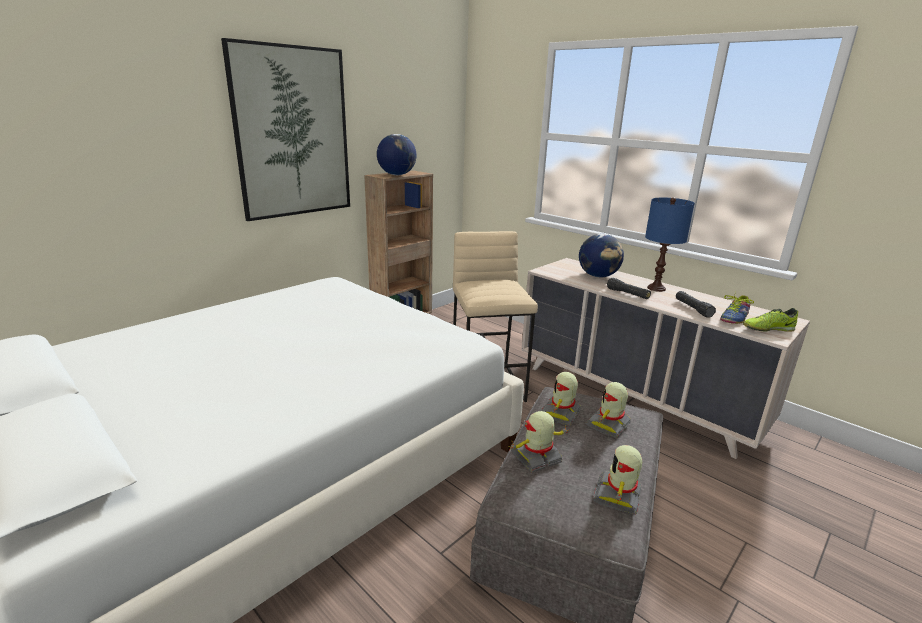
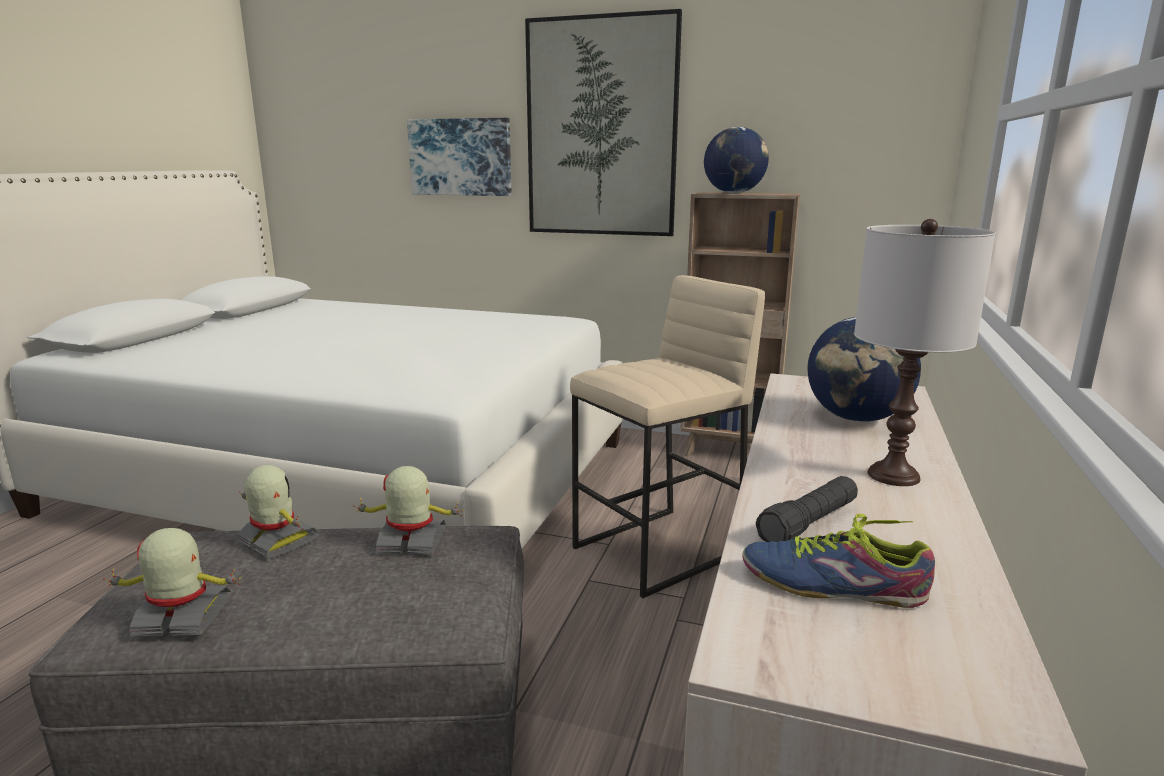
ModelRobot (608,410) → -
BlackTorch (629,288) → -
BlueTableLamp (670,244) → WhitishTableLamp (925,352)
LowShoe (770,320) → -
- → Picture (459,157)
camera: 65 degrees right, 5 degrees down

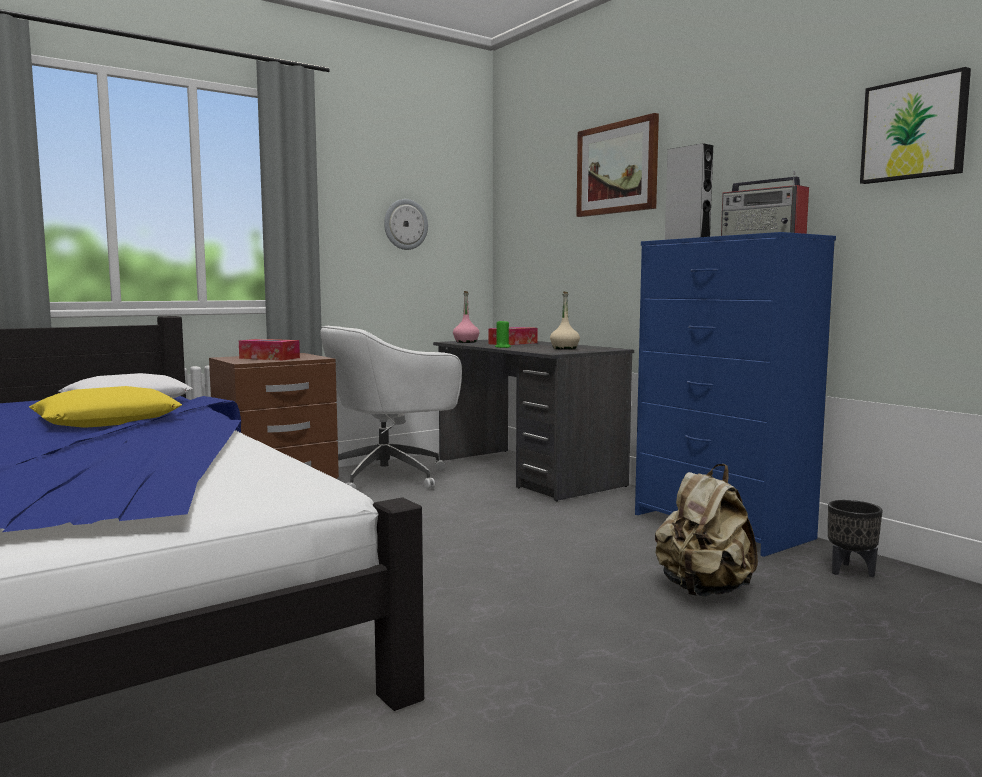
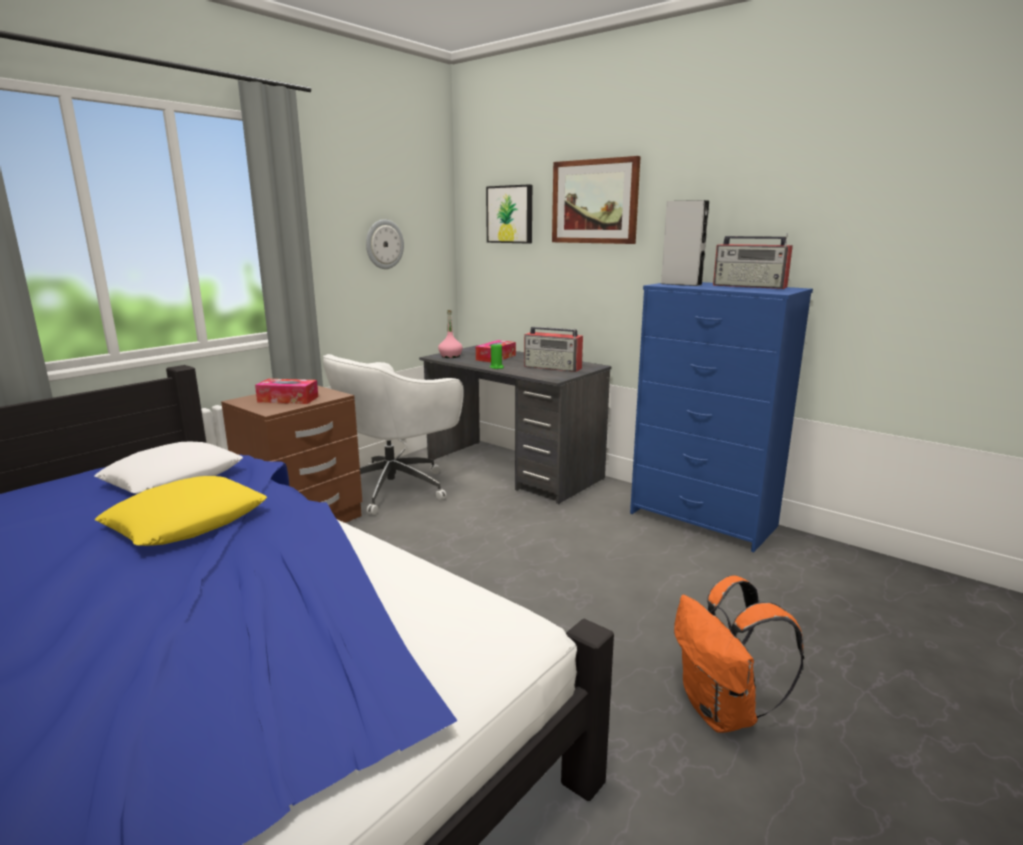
SandColouredDrinkBottle (565,320) → RadioReceiver (553,349)
SandColouredKnapsack (706,530) → -
BlackPlantPot (855,538) → -
Picture (915,125) → Picture (509,214), moved
- → OrangeKnapsack (739,654)
camera: 15 degrees left, 10 degrees up

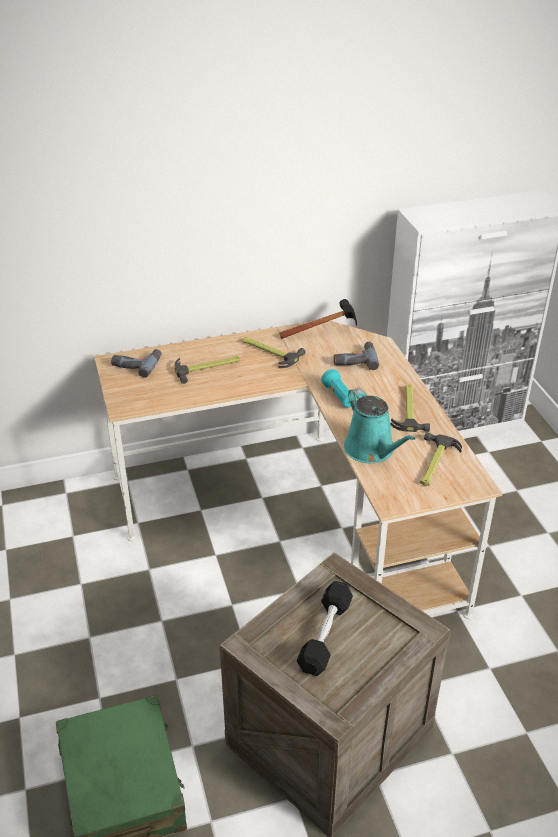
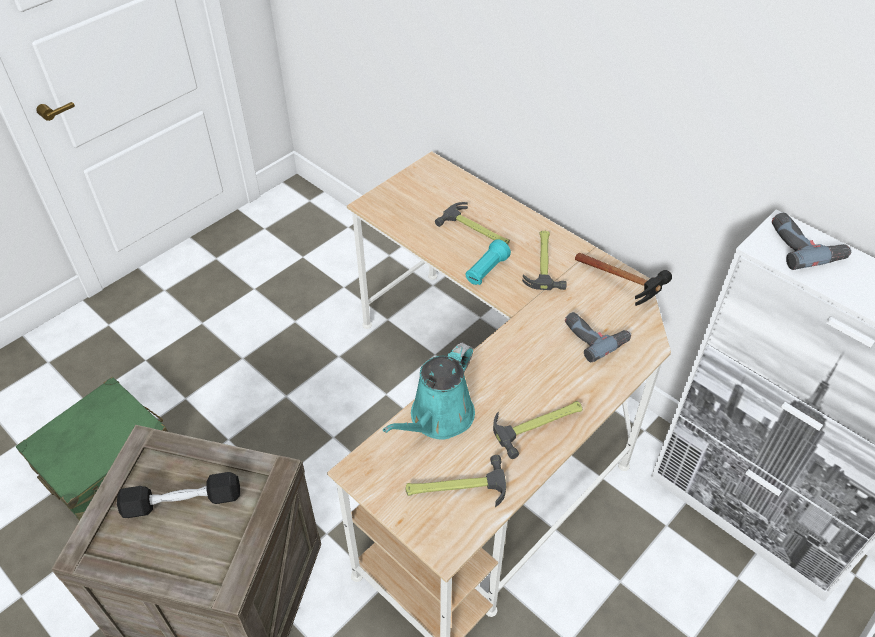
ElectricDrill (136,363) → ElectricDrill (812,241), moved
TurquoiseColouredTorch (339,388) → TurquoiseColouredTorch (488,262), moved
camera: 60 degrees right, 10 degrees up

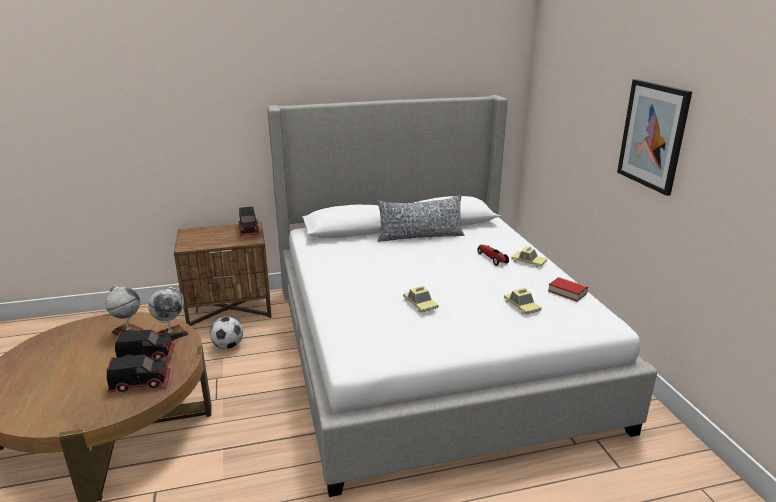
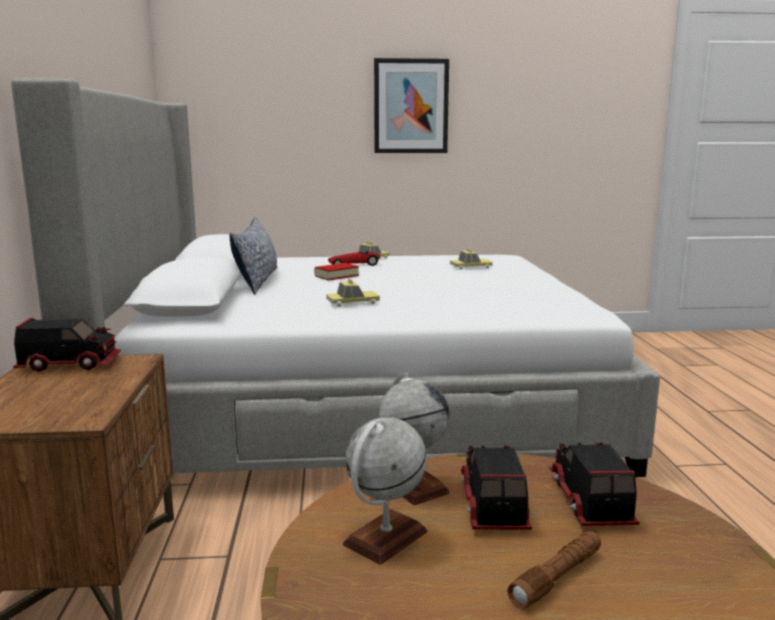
Football (226,333) → -
ModelCar (420,299) → ModelCar (353,292), moved
Book (568,289) → Book (336,272), moved
- → BrownishTorch (554,570)
camera: 80 degrees left, 10 degrees down

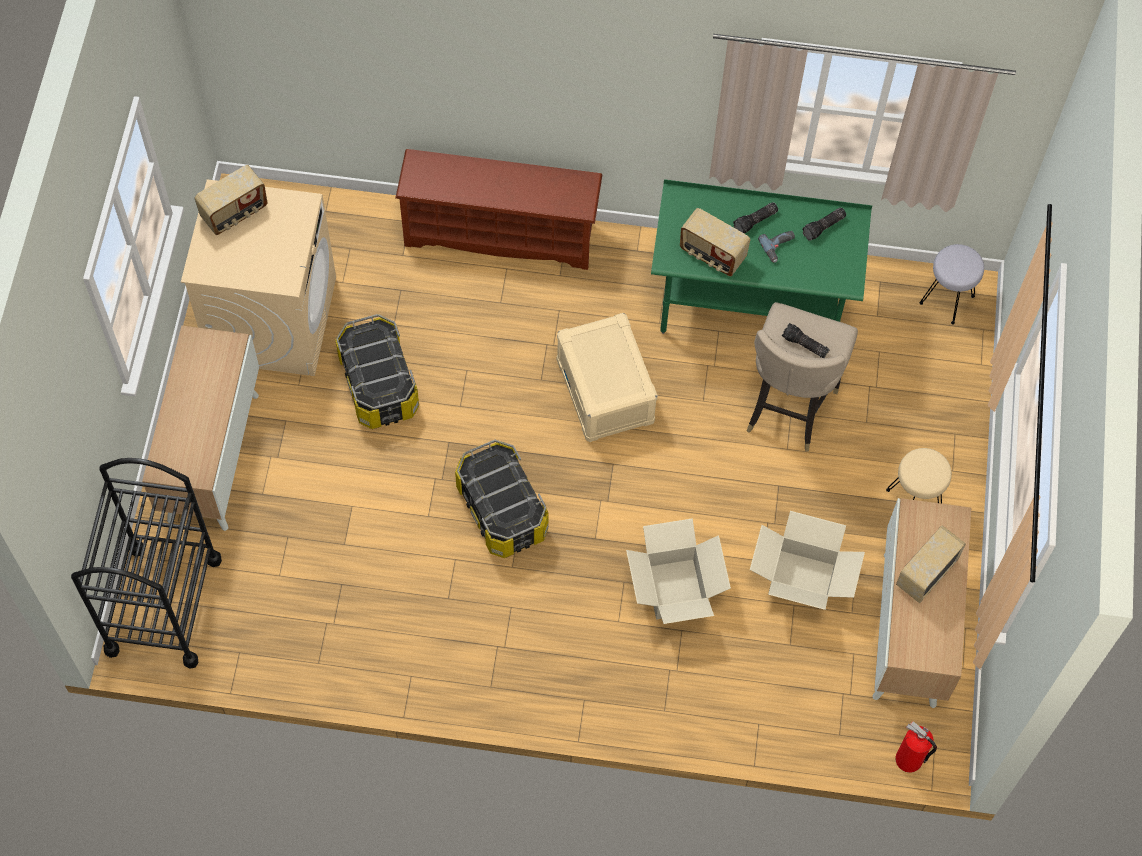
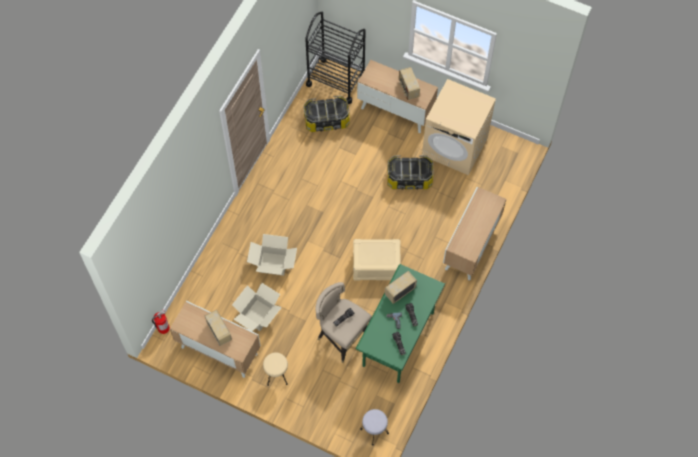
RadioReceiver (230,200) → RadioReceiver (409,83), moved
BrownishShoeRack (498,209) → Cabinet (474,234)
StorageBox (502,499) → StorageBox (327,114), moved
camera: 110 degrees right, 0 degrees up

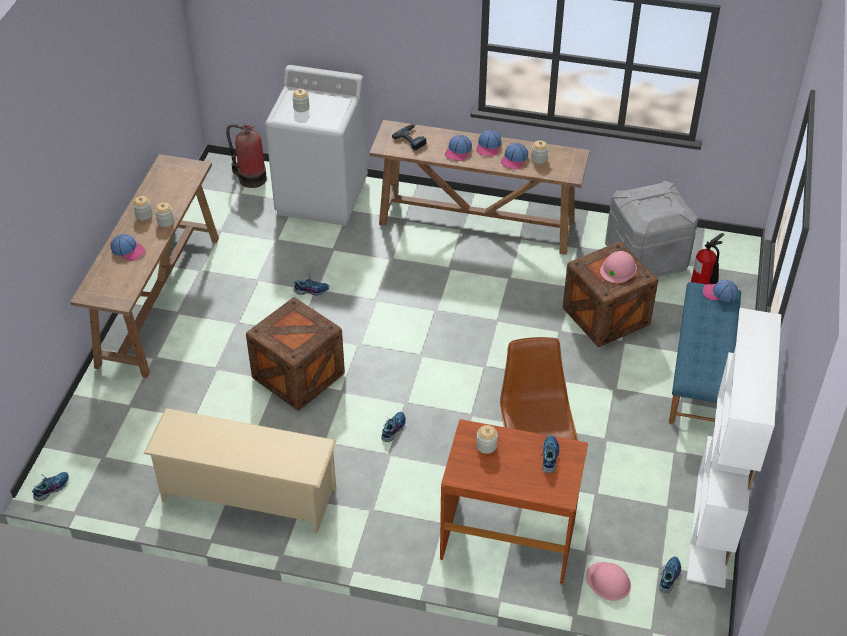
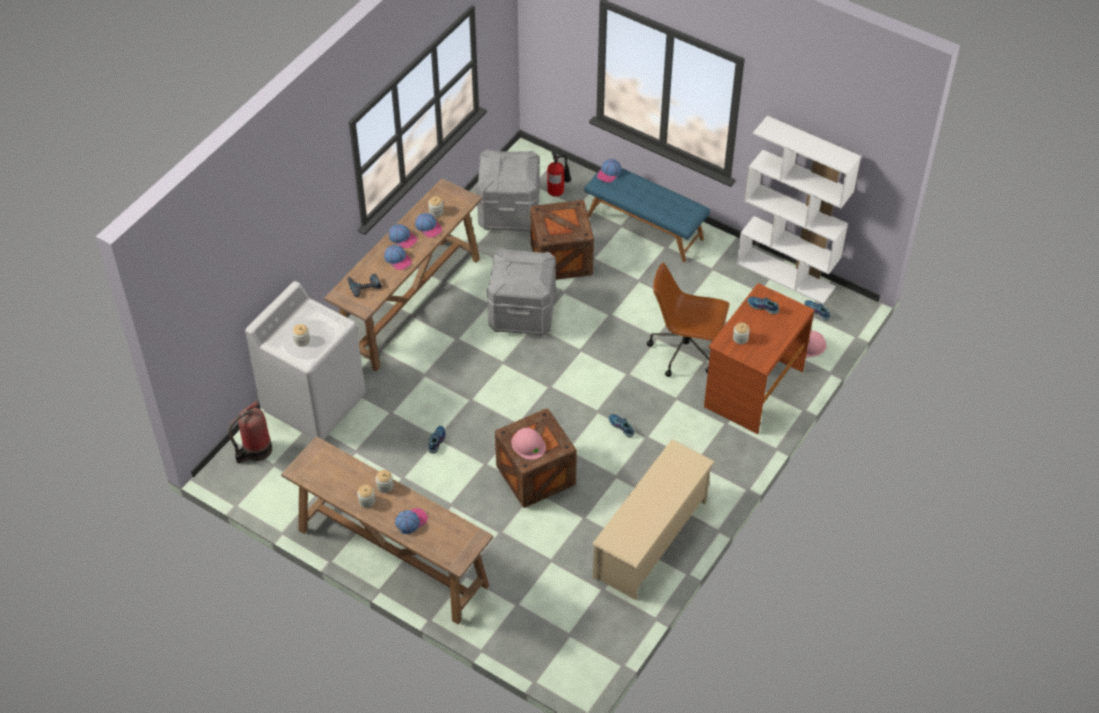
LowShoe (50,486) → -
PinkishSafetyHelmet (618,267) → PinkishSafetyHelmet (528,444), moved
- → GreyishStorageBox (521,292)
camera: 70 degrees left, 5 degrees up

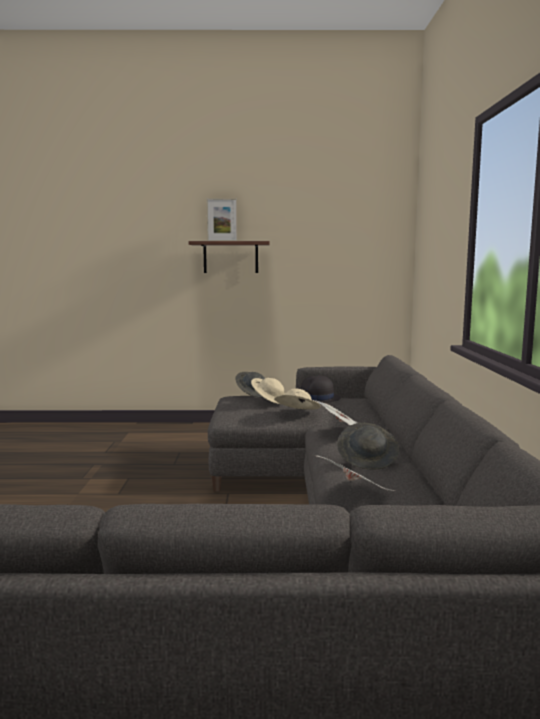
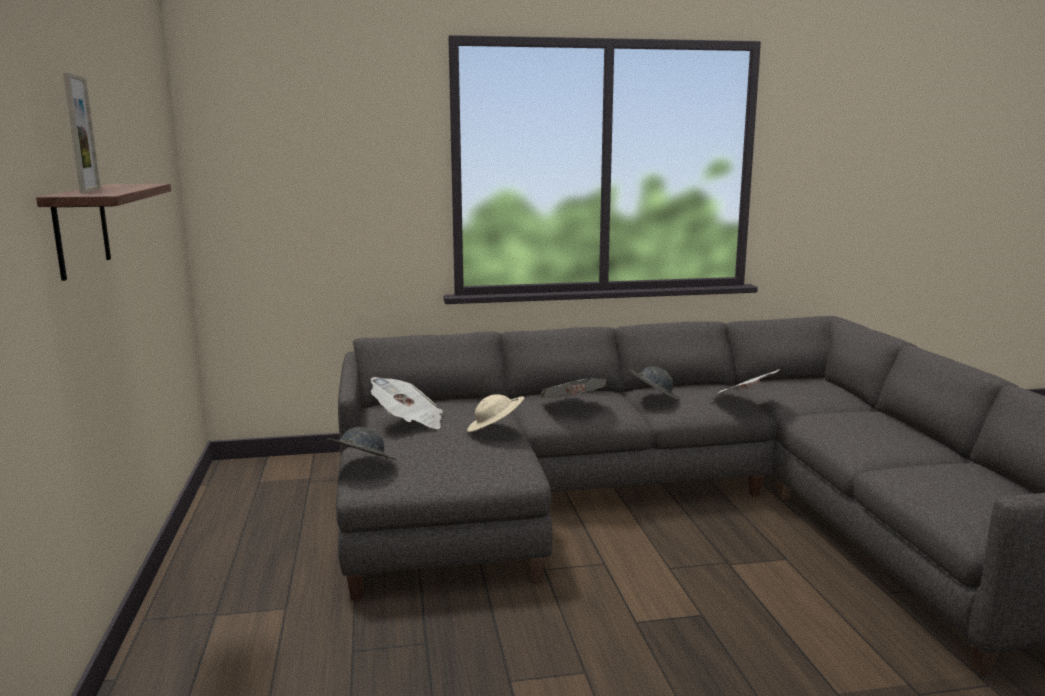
SandColouredClothingHat (268,391) → -
BlackClothingHat (321,389) → PrintedPaper (407,403)
camera: 100 degrees left, 5 degrees up

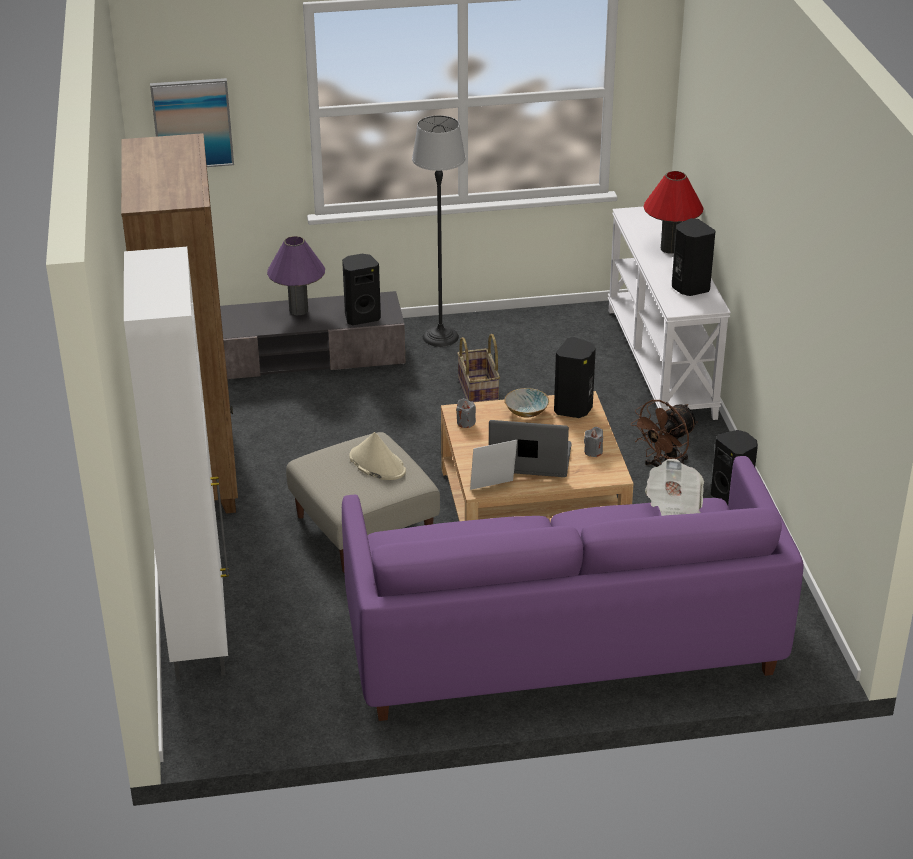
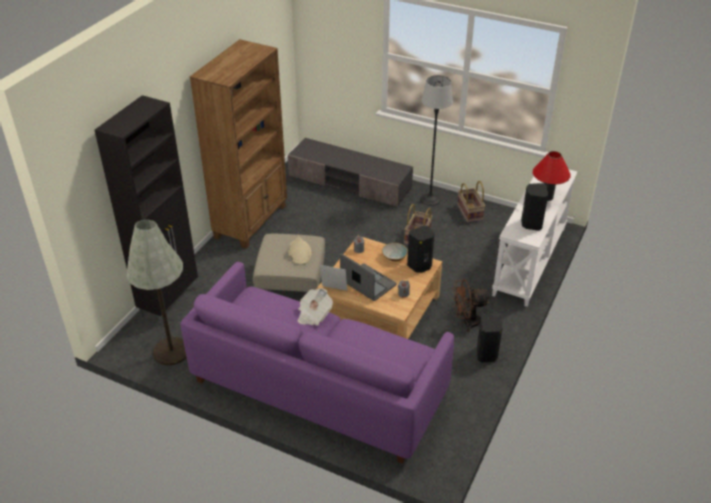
WhitishCabinet (176,464) → BlackCabinet (146,210)
Picture (192,122) → -
PurplishTableLamp (296,275) → -
BlackSpeaker (361,289) → -
PrintedPaper (674,487) → PrintedPaper (315,307), moved
- → GreyishStandingLamp (156,292)
- → StorageBasket (471,202)
camera: 35 degrees right, 5 degrees up

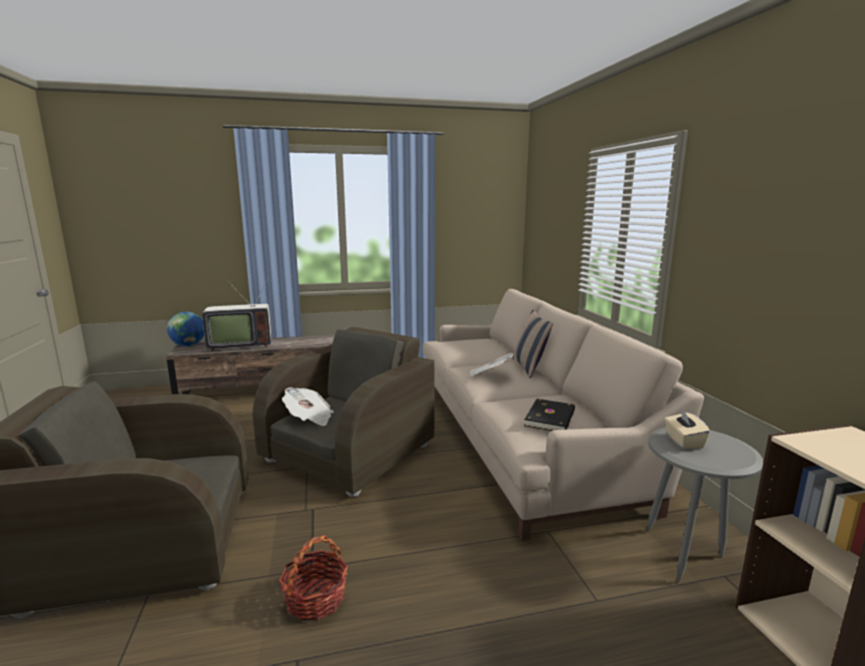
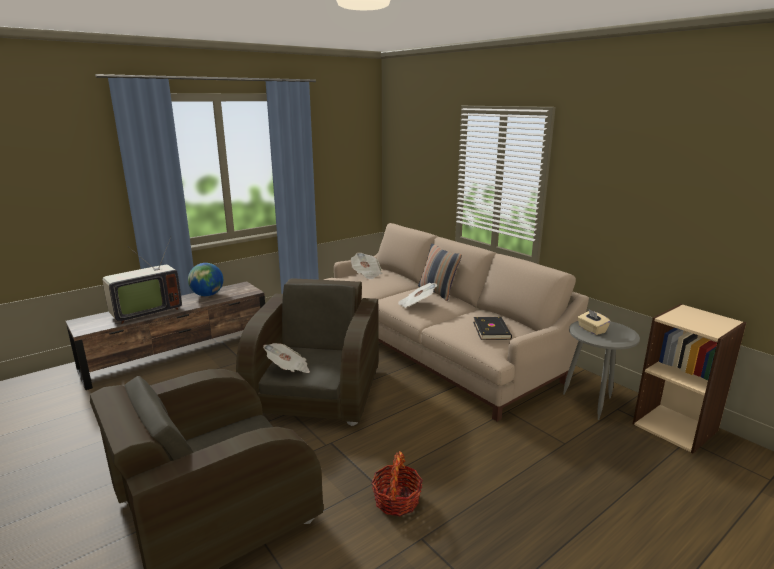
DeskGlobe (185,329) → DeskGlobe (205,279), moved
- → PrintedPaper (366,266)
camera: 25 degrees left, 5 degrees up

